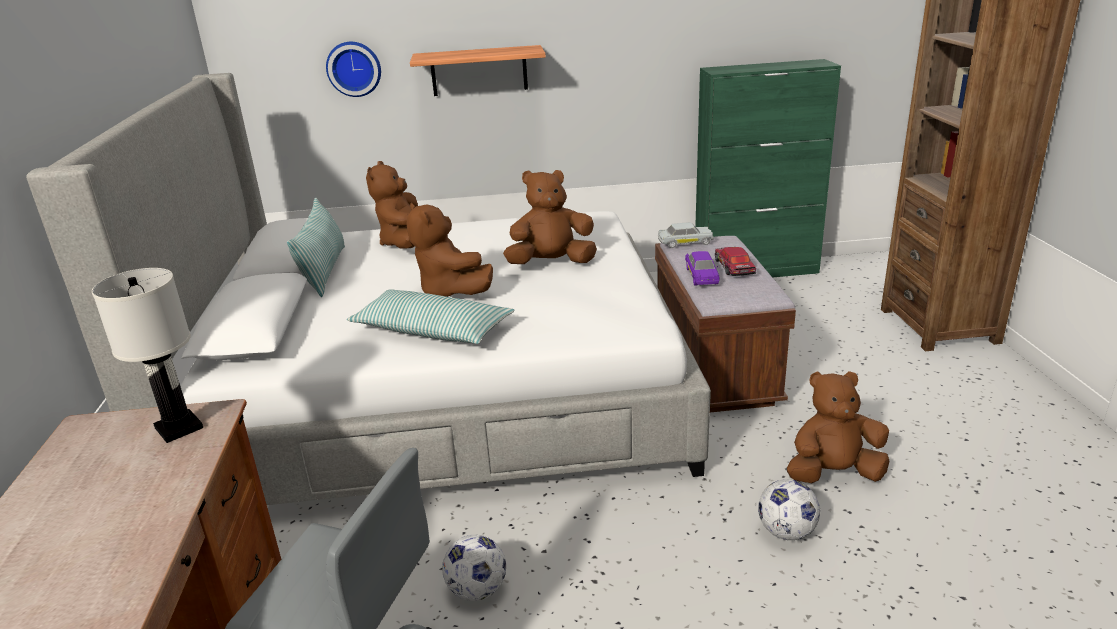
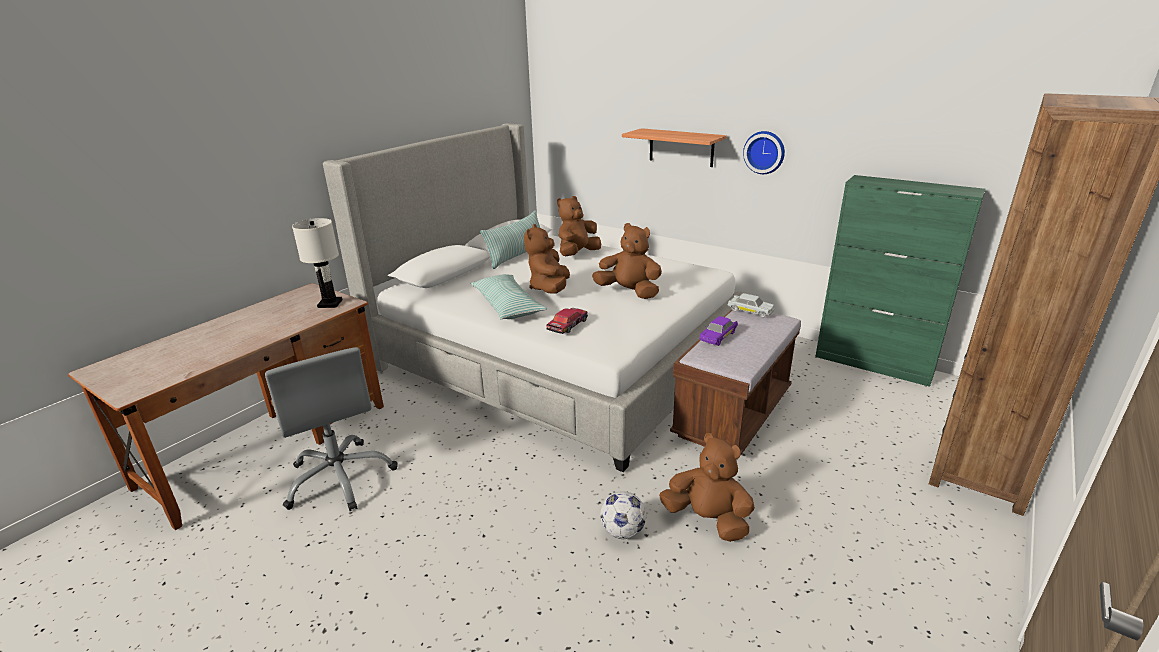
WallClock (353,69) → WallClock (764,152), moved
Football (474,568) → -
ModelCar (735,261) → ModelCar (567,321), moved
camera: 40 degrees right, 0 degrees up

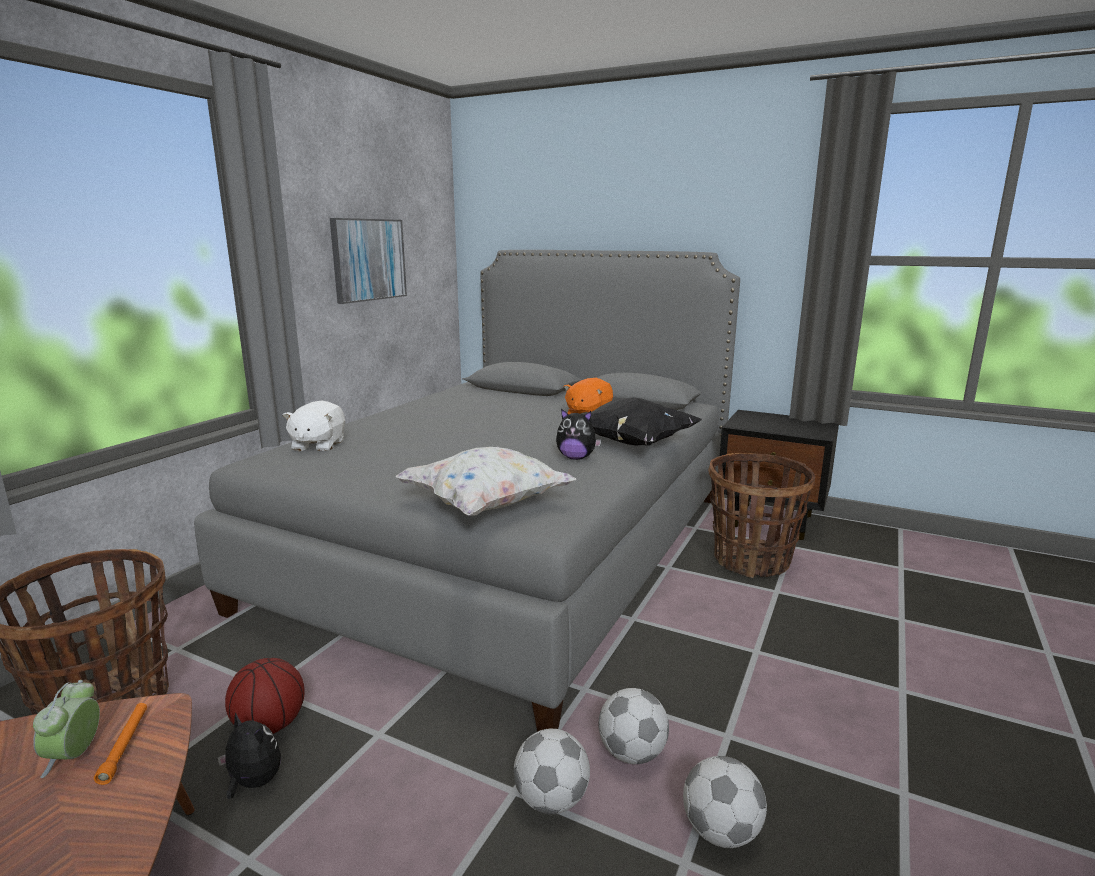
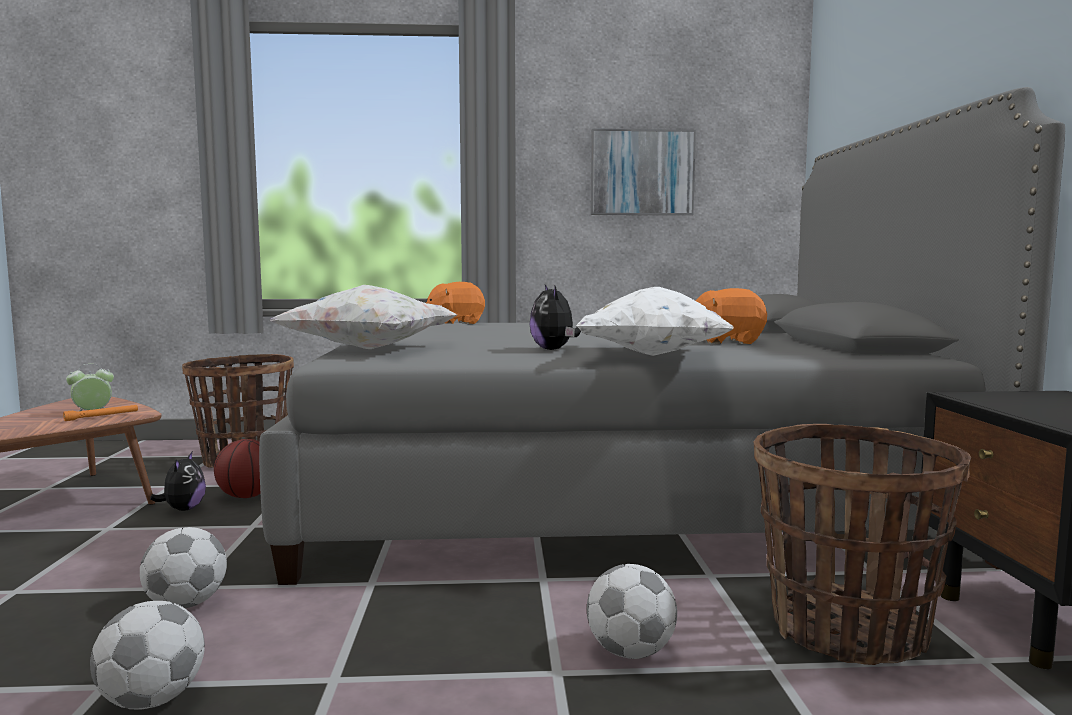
WhitishSoftToy (313,425) → OrangeSoftToy (455,303)
BlackThrowPillow (642,421) → WhitishThrowPillow (655,321)
Football (633,726) → Football (632,611), moved
camera: 60 degrees right, 10 degrees down

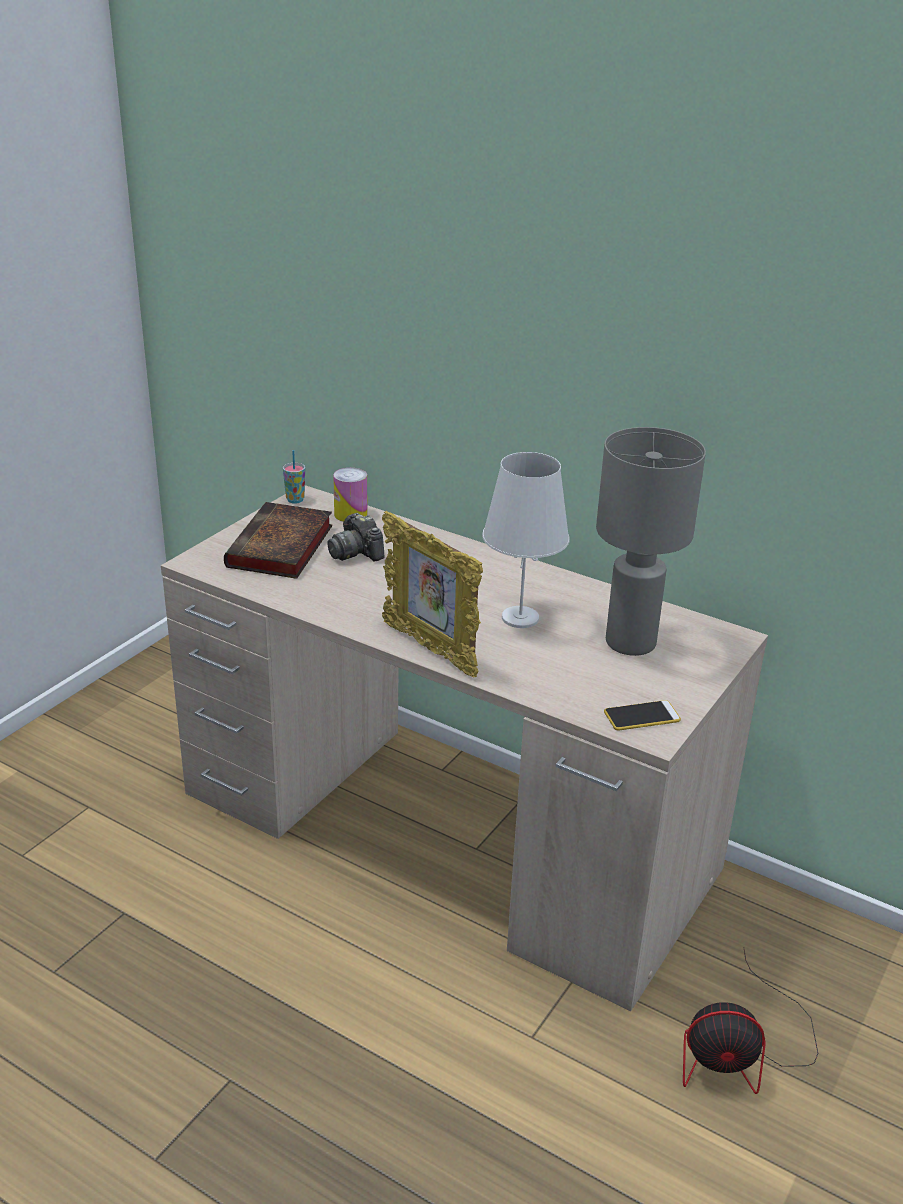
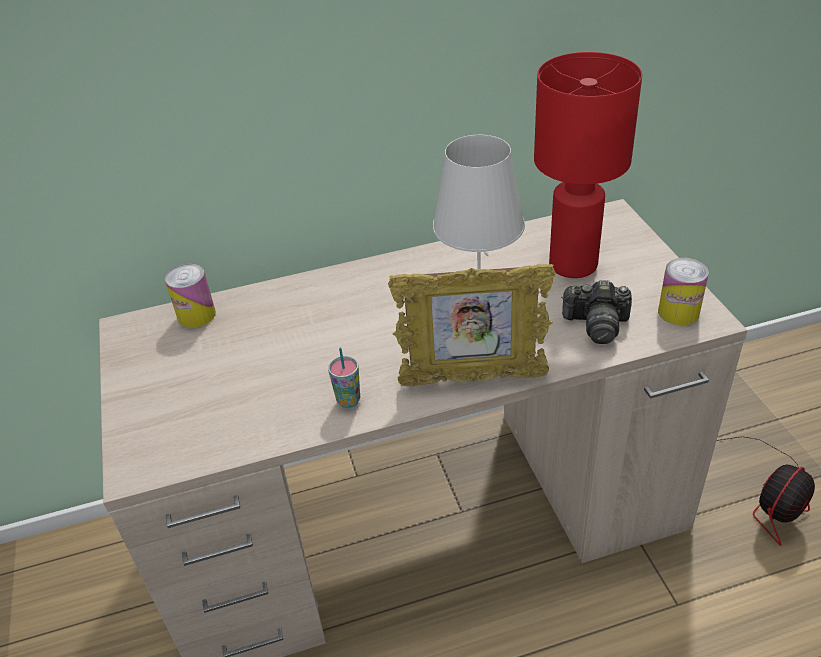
Book (278,540) → -
Cup (294,477) → Cup (344,377), moved
StillCamera (356,537) → StillCamera (596,312), moved
GreyishTableLamp (651,541) → ReddishTableLamp (588,165)
Telephone (642,715) → MetalCan (683,291)
camera: 45 degrees left, 10 degrees up

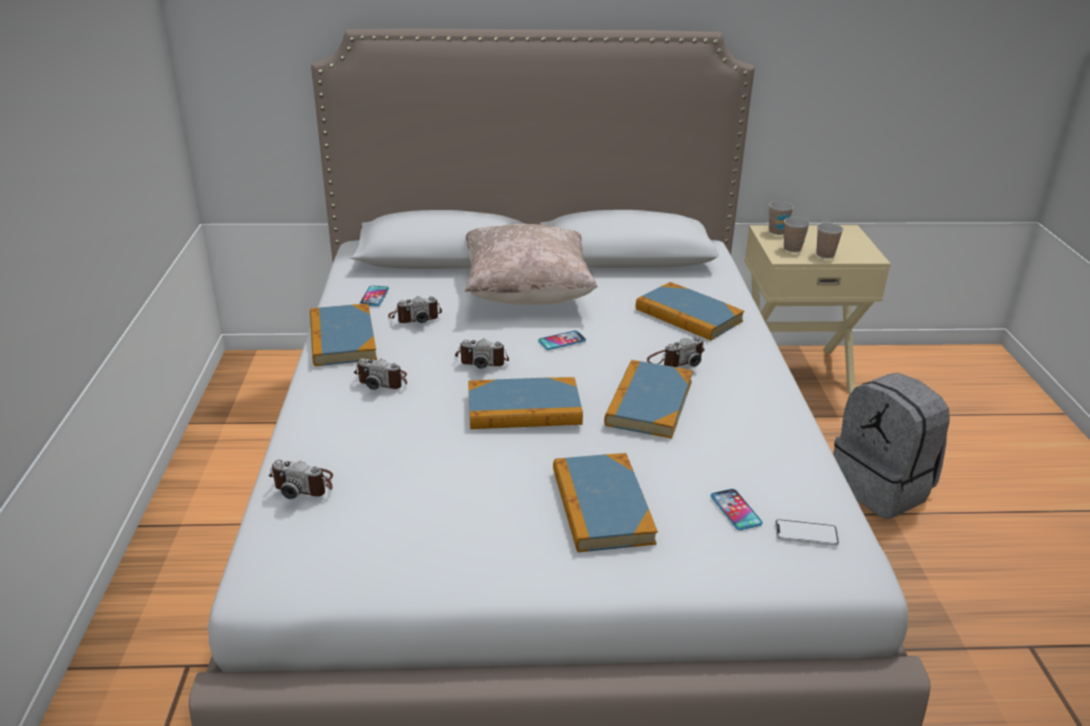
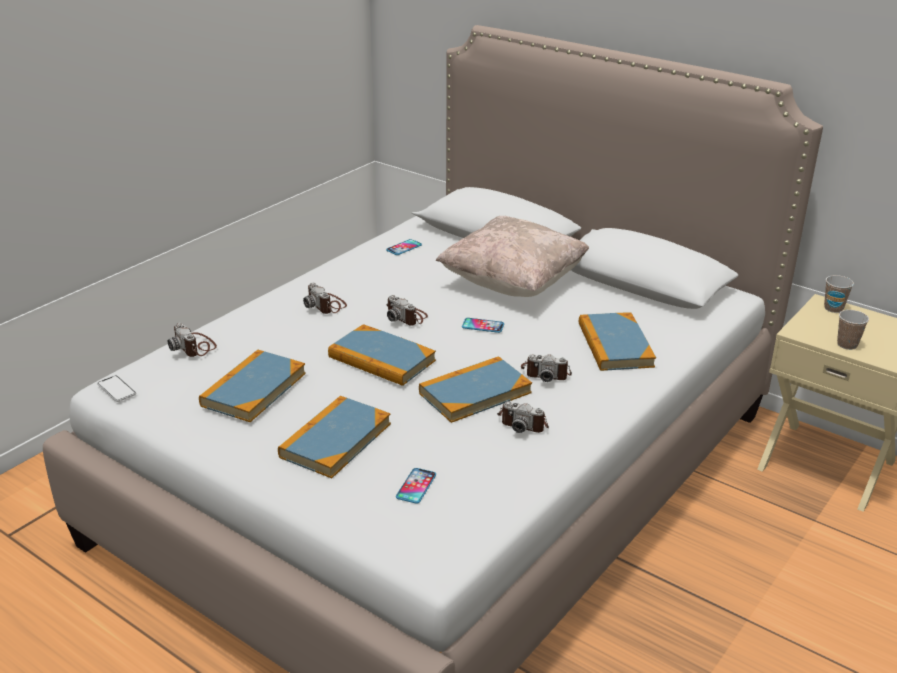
Book (343,335) → Book (252,386), moved
StillCamera (415,309) → StillCamera (523,417), moved
Telephone (807,532) → Telephone (116,389), moved
Cup (797,234) → -
GreyishKnapsack (891,446) → -
camera: 40 degrees right, 0 degrees up

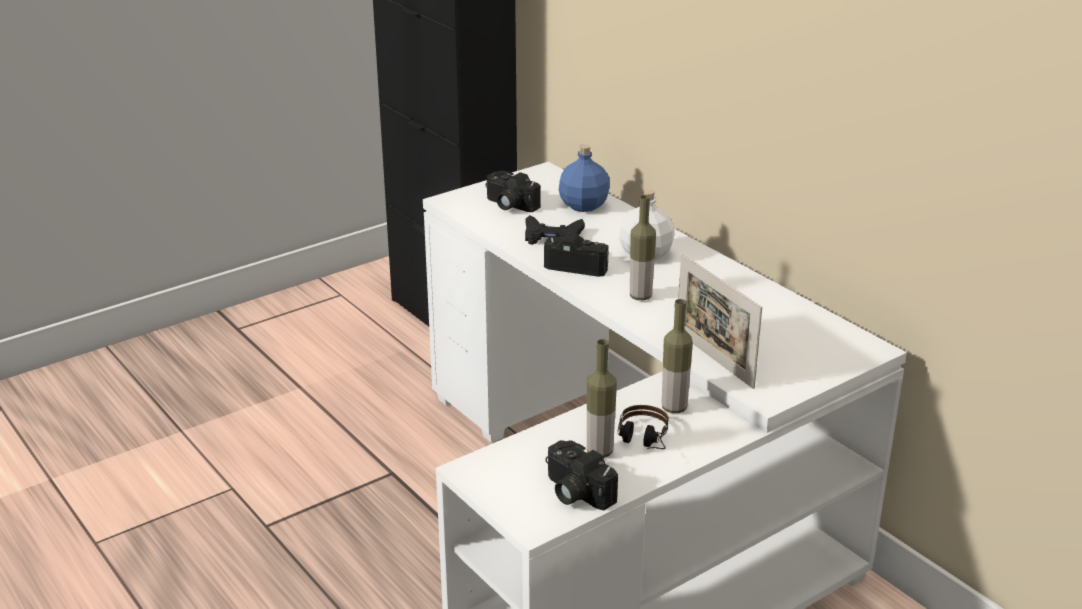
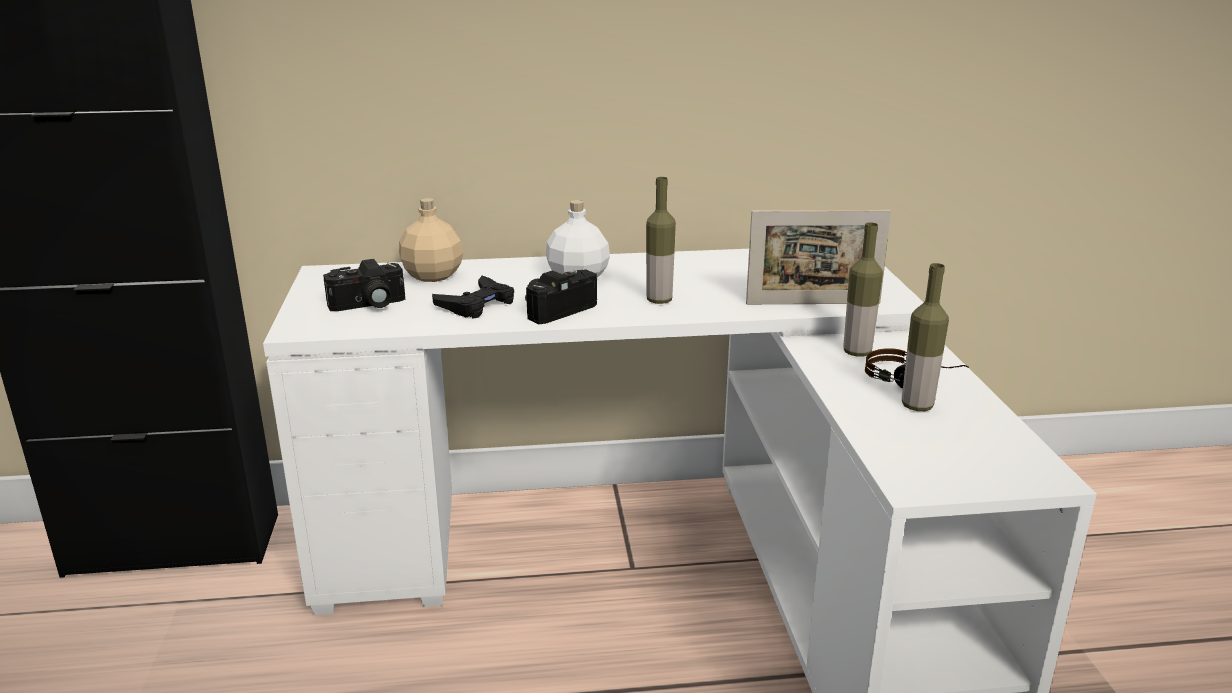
StillCamera (581,475) → -
BlueDrinkBottle (584,178) → SandColouredDrinkBottle (431,240)
camera: 60 degrees left, 5 degrees down

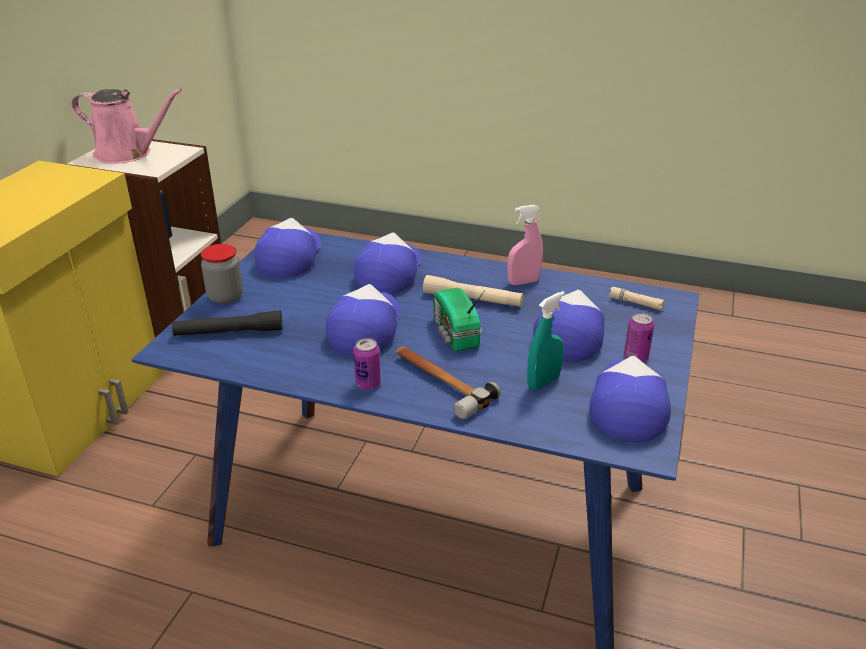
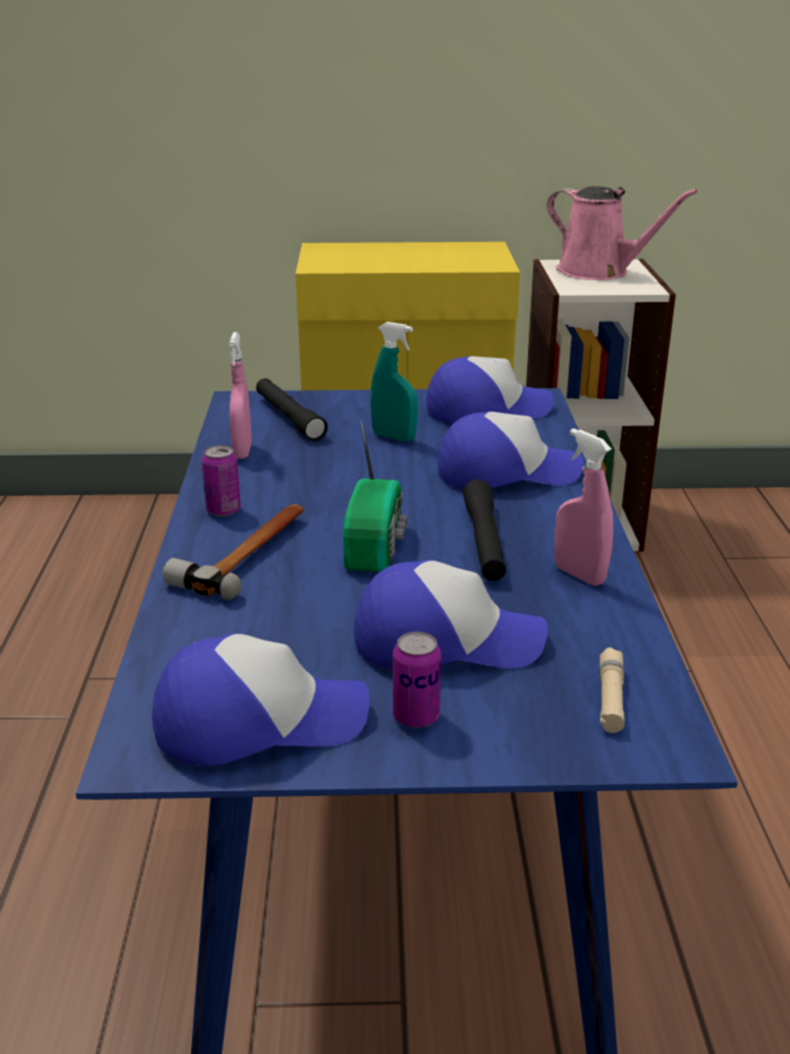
PinkishSprinklingCan (127,126) → PinkishSprinklingCan (622,233), 45 degrees counterclockwise
StorageJar (222,274) → -
Cap (363,320) → -
SandColouredTorch (473,291) → BlackTorch (484,530)
RadioReceiver (459,319) → RadioReceiver (375,496), 135 degrees clockwise
TurquoiseColouredSprayer (546,340) → TurquoiseColouredSprayer (394,381), moved
- → PinkishSprayer (240,395)
camera: 70 degrees right, 5 degrees down

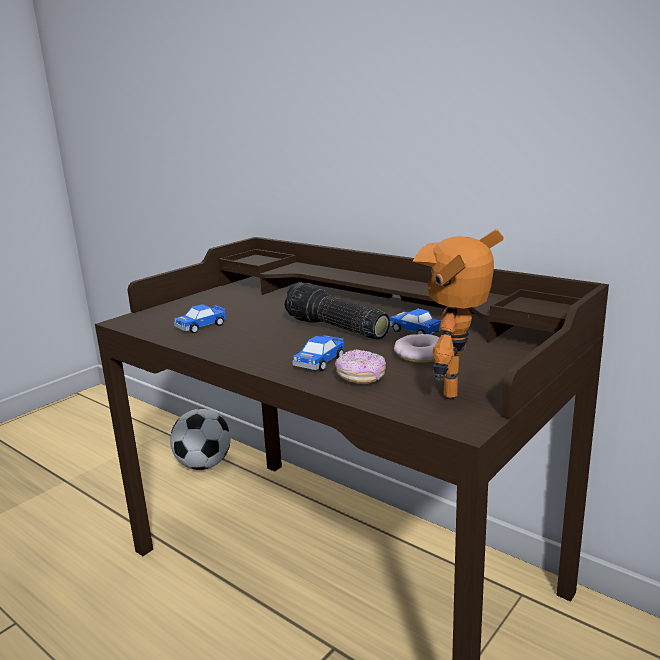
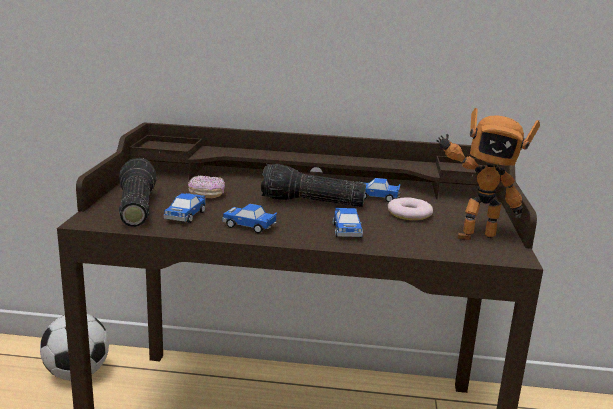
Donut (360,366) → Donut (206,186), moved
ModelRobot (458,314) → ModelRobot (488,174), 75 degrees counterclockwise
- → Torch (138,192)
- → ModelCar (249,218)
camera: 35 degrees left, 0 degrees up

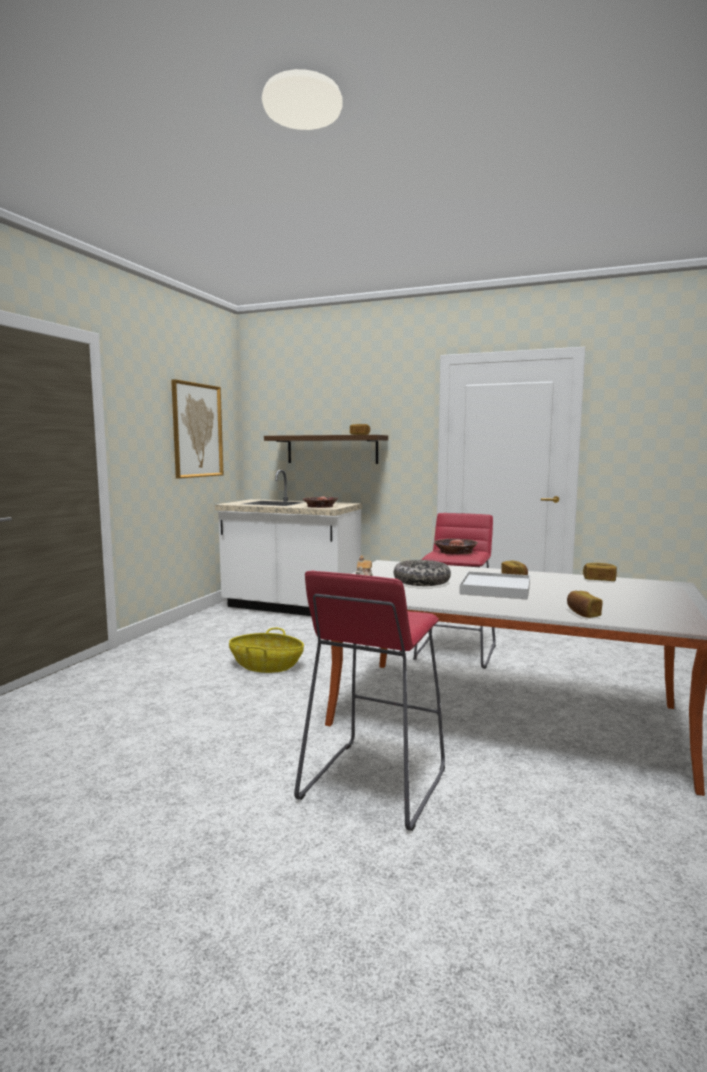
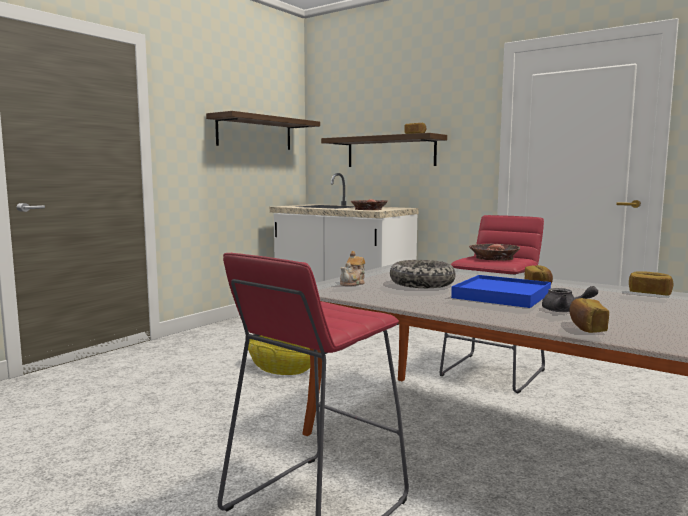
Picture (197,429) → Shelf (263,130)
WhitishCarryingTray (494,585) → BlueCarryingTray (501,291)
- → GreyishTeaPot (570,299)
camera: 15 degrees right, 0 degrees up

